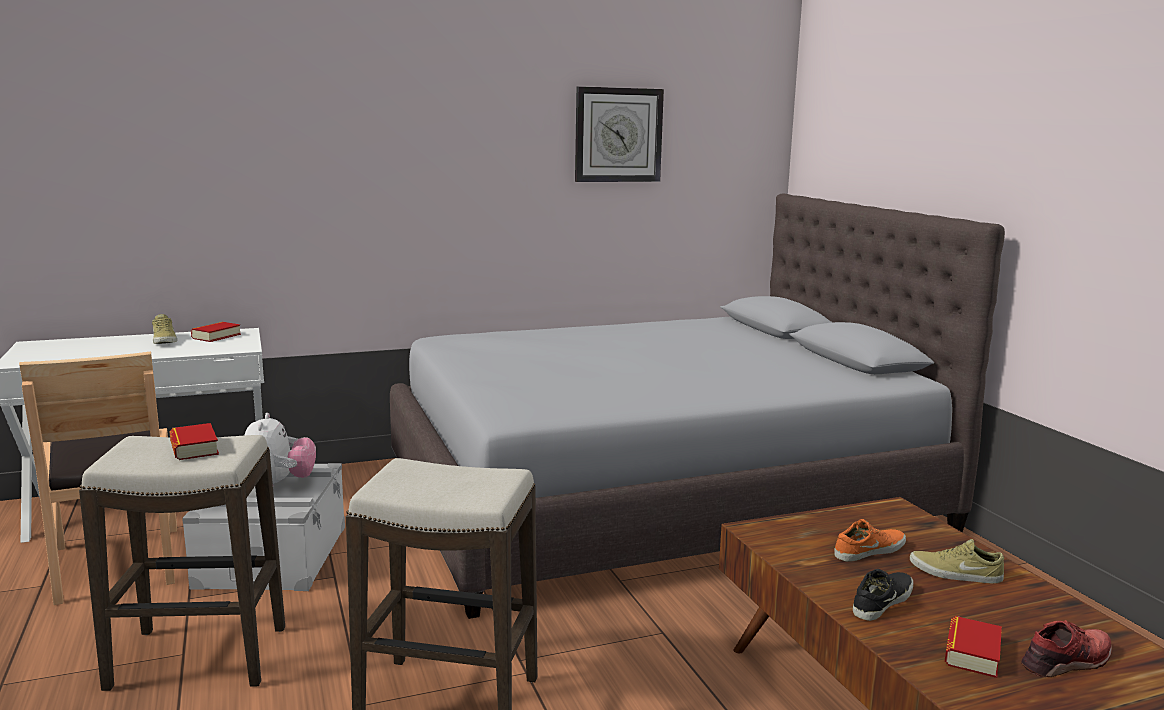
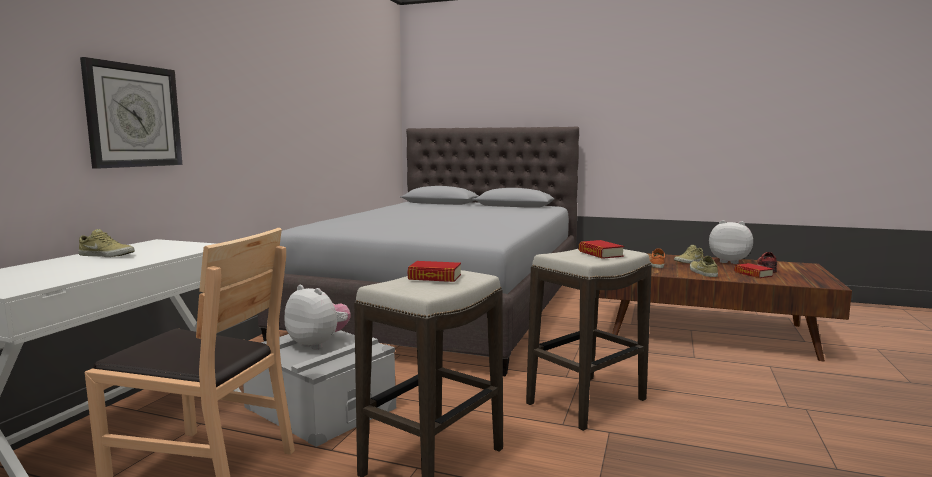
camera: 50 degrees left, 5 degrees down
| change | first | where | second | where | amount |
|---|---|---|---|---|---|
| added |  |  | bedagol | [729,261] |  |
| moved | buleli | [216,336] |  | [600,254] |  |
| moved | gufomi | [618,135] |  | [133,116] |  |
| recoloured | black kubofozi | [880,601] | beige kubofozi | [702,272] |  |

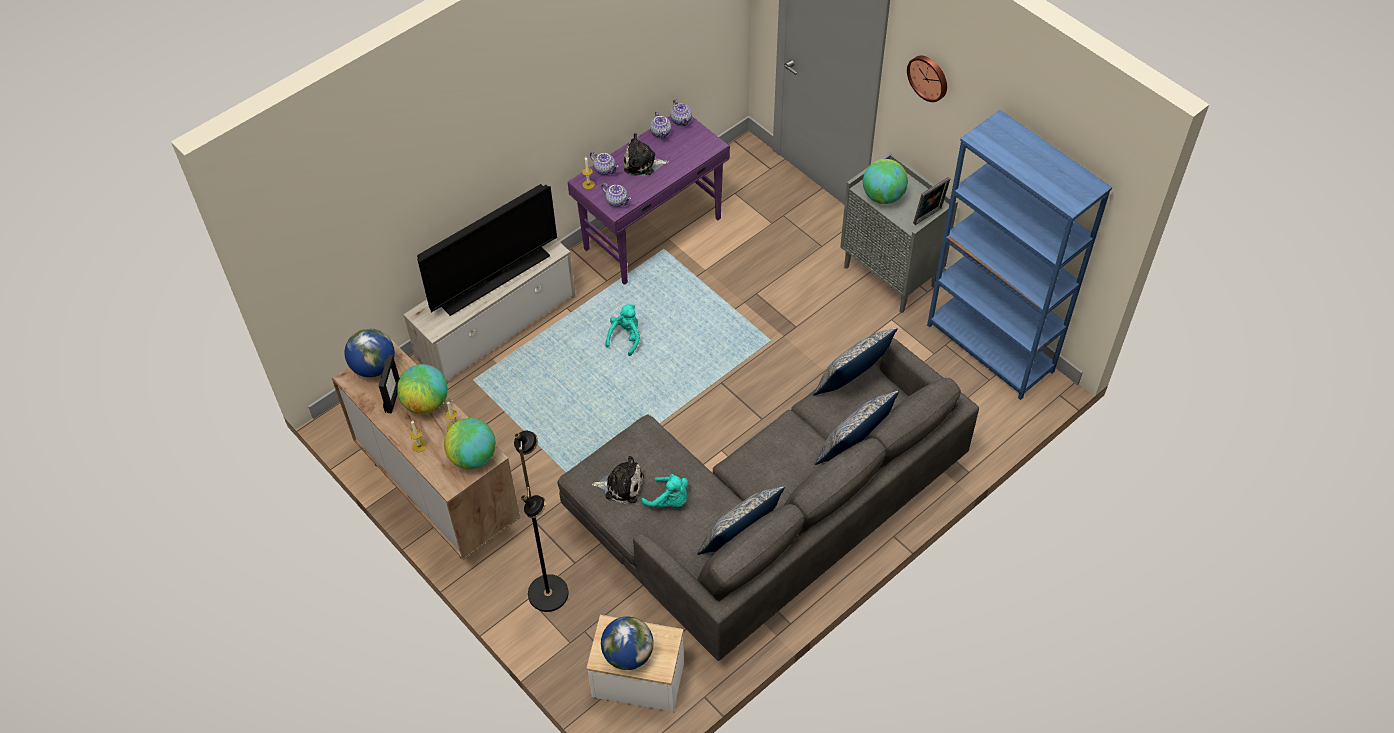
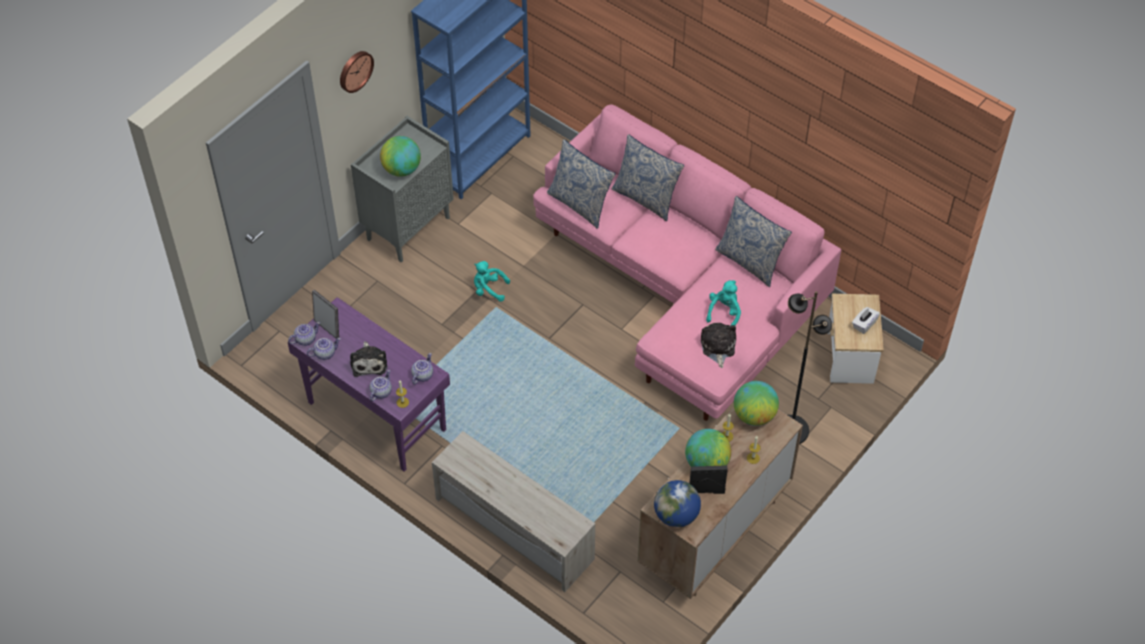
camera: 100 degrees left, 0 degrees up
| change | first | where | second | where | amount |
|---|---|---|---|---|---|
| removed | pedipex | [494,279] |  |  |  |
| moved | turquoise bedagol | [625,337] |  | [489,289] |  |
| moved | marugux | [928,217] |  | [328,327] |  |
| replaced | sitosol | [628,654] | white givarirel | [864,324] |  |
| recoloured | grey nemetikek | [767,520] | pink nemetikek | [683,289] |  |

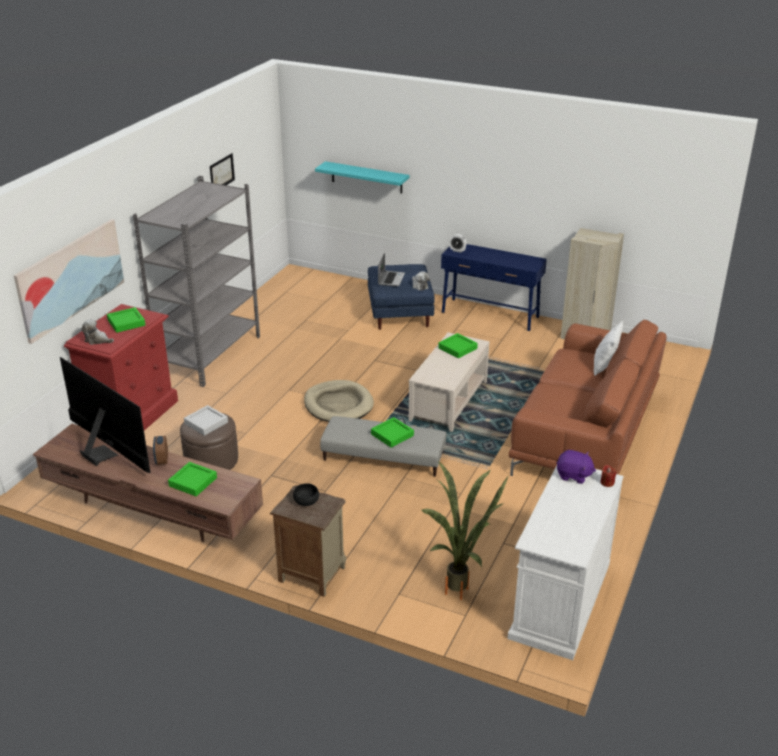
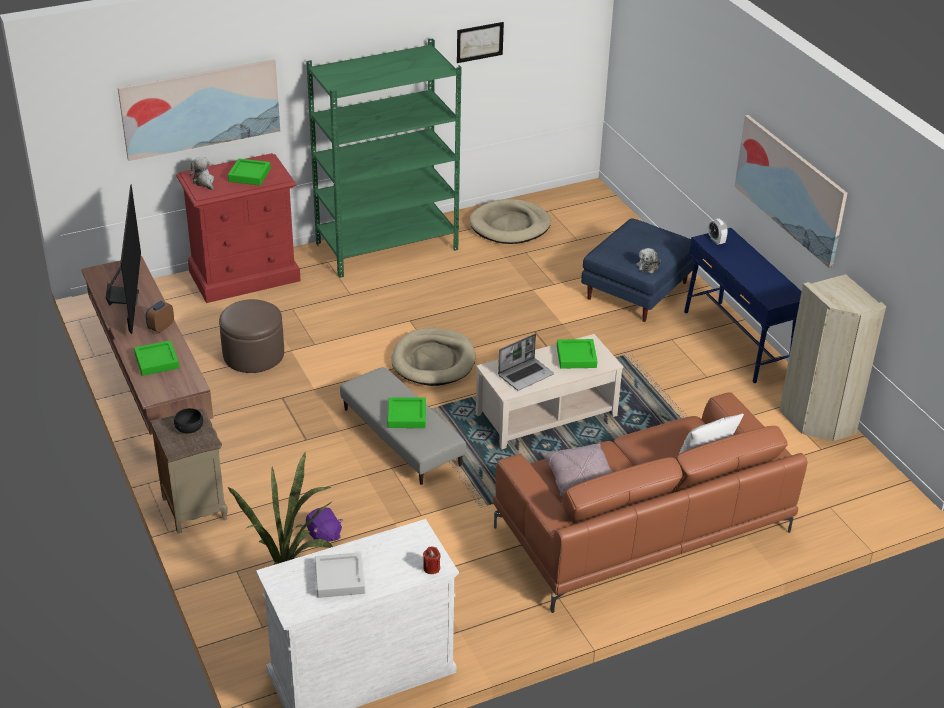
camera: 40 degrees right, 5 degrees up
| change | first | where | second | where | amount |
|---|---|---|---|---|---|
| removed | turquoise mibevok | [366,177] |  |  |  |
| added |  |  | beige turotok | [510,225] |  |
| added |  |  | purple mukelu | [579,478] |  |
| added |  |  | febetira | [789,189] |  |
| moved | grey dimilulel | [206,423] |  | [340,578] |  |
| moved | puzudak | [391,279] |  | [526,374] |  |
| moved | purple bedagol | [573,475] |  | [323,535] |  |
| recoloured | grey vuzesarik | [209,355] | green vuzesarik | [387,246] |  |

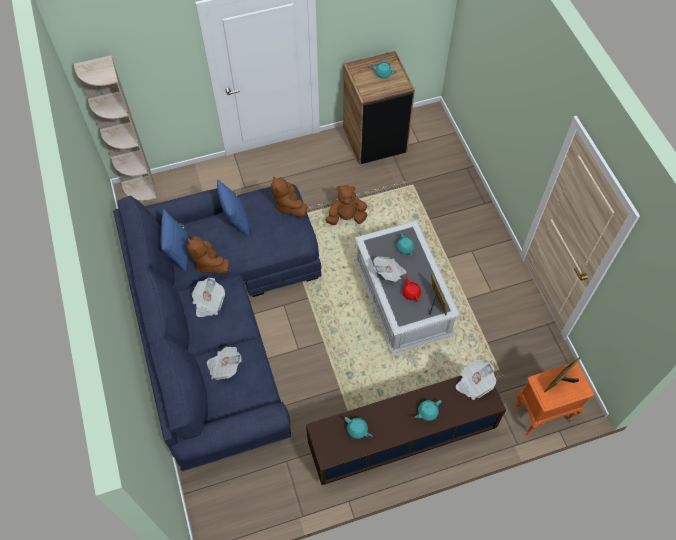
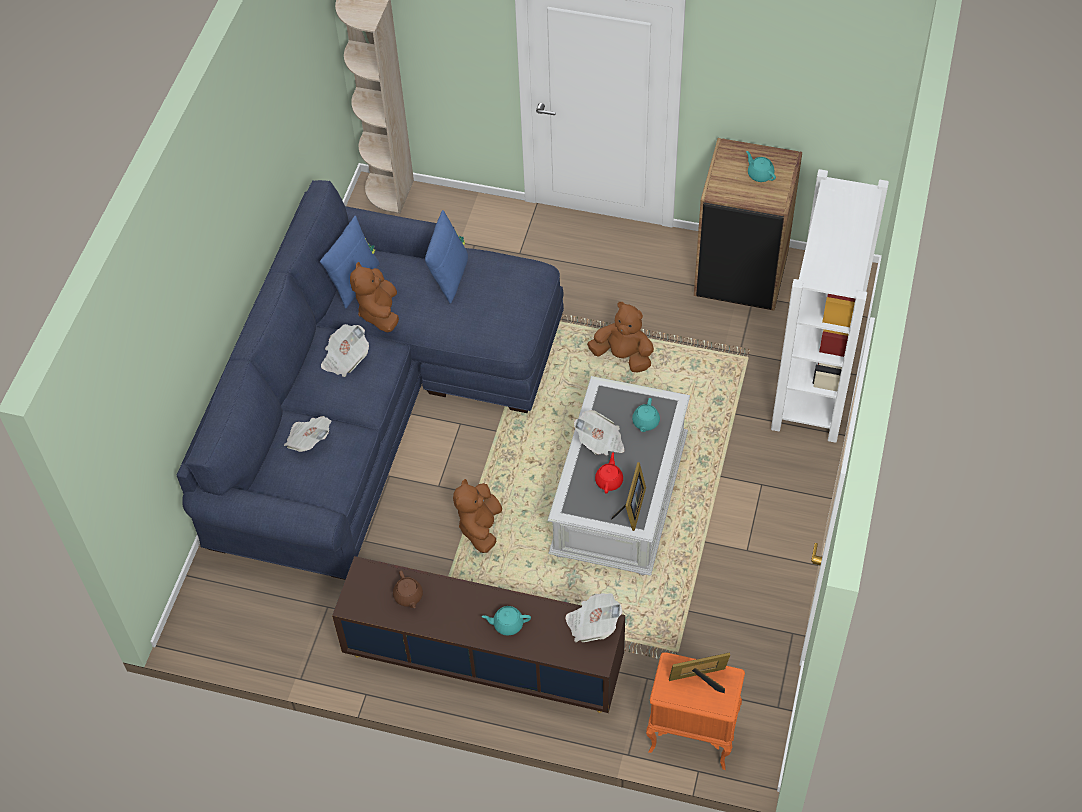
camera: 35 degrees right, 5 degrees down
| change | first | where | second | where | amount |
|---|---|---|---|---|---|
| added |  |  | white vuzesarik | [815,379] |  |
| moved | brown bedagol | [288,205] |  | [480,527] |  |
| recoloured | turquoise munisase | [357,430] | brown munisase | [408,596] |  |

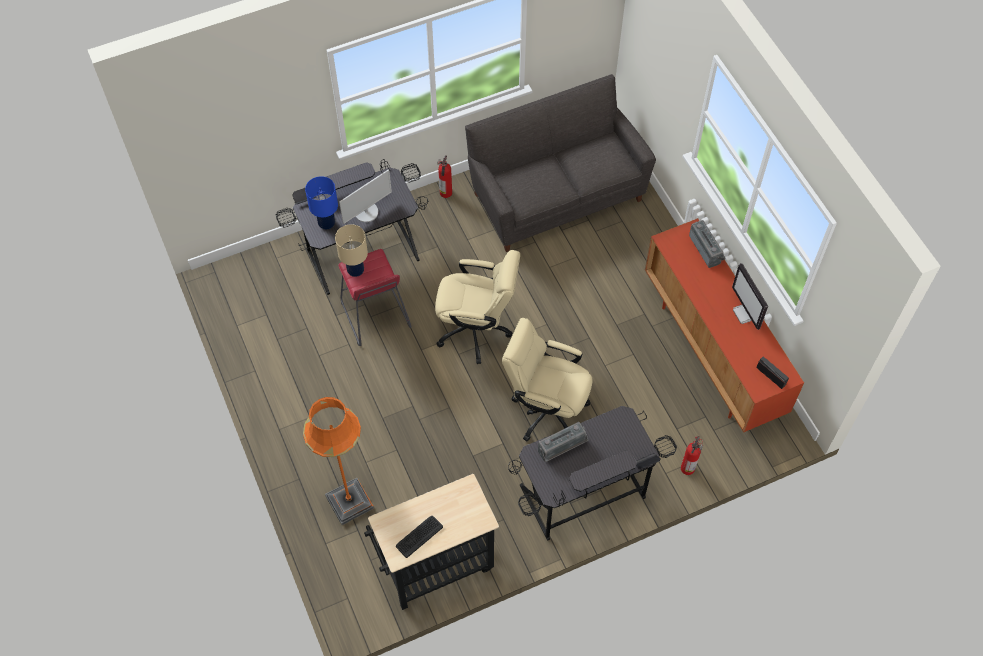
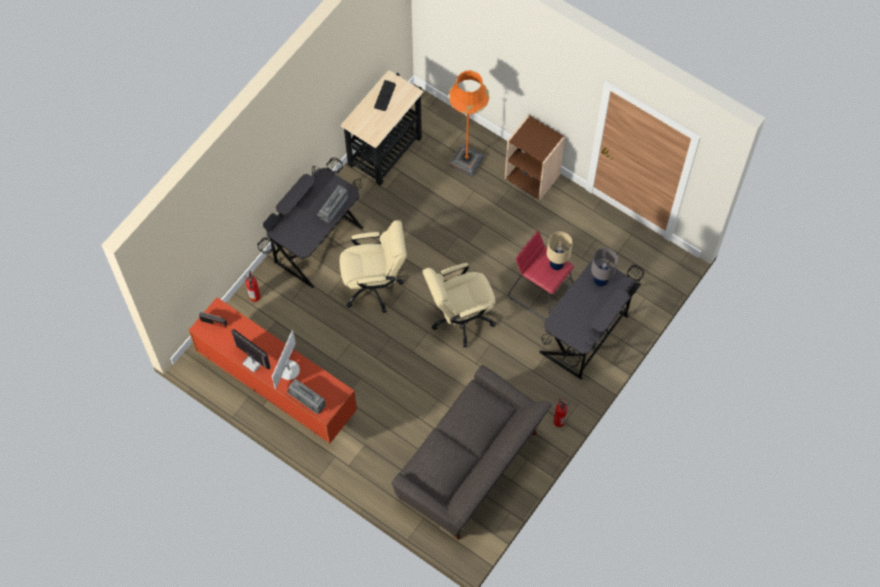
camera: 150 degrees right, 5 degrees up
| change | first | where | second | where | amount |
|---|---|---|---|---|---|
| added |  |  | brown vuzesarik | [533,176] |  |
| moved | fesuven | [366,212] |  | [288,370] |  |
| recoloured | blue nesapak | [326,224] | grey nesapak | [601,281] |  |

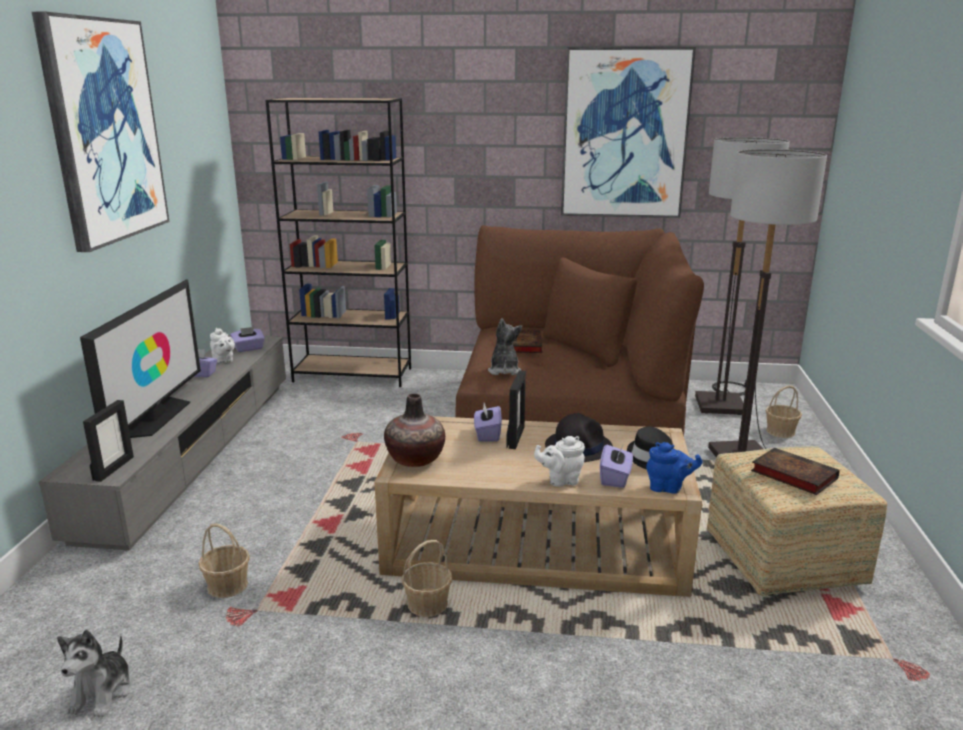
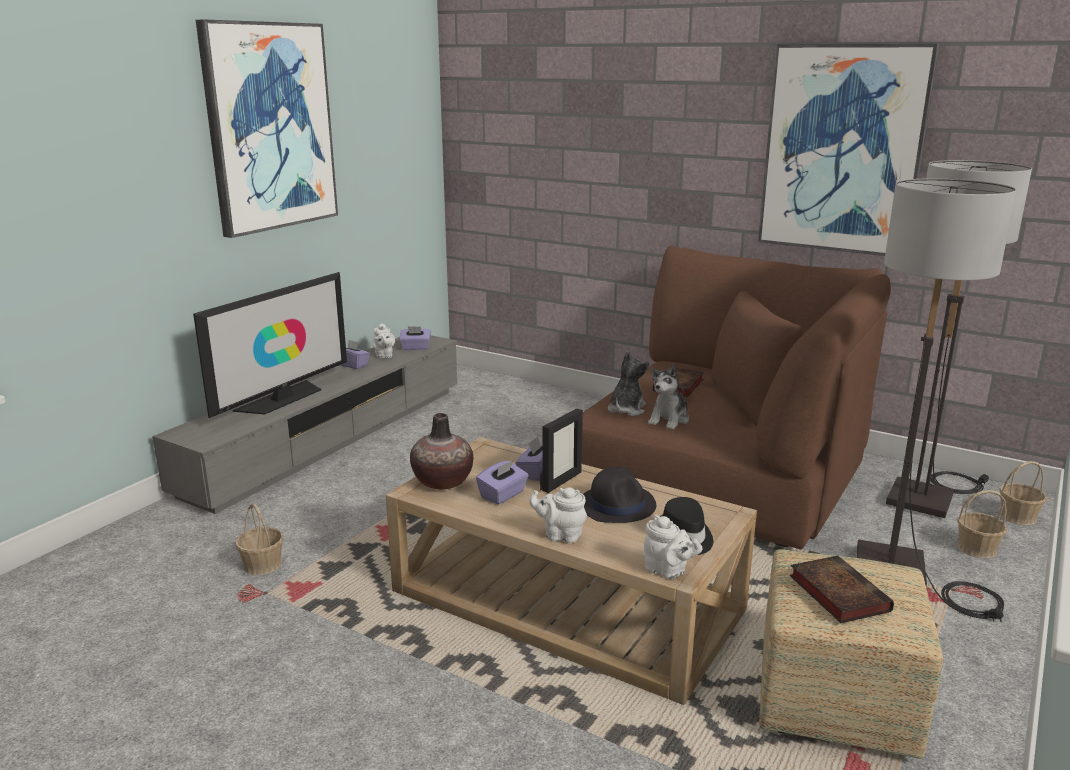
camera: 25 degrees right, 0 degrees up
| change | first | where | second | where | amount |
|---|---|---|---|---|---|
| removed | marugux | [113,468] |  |  |  |
| removed | beige vuzesarik | [353,375] |  |  |  |
| moved | bedagol | [103,693] |  | [669,419] |  |
| moved | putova | [428,604] |  | [1018,517] |  |
| moved | purple givarirel | [615,478] |  | [503,495] |  |
| recoloured | blue munisase | [668,488] | white munisase | [668,571] |  |

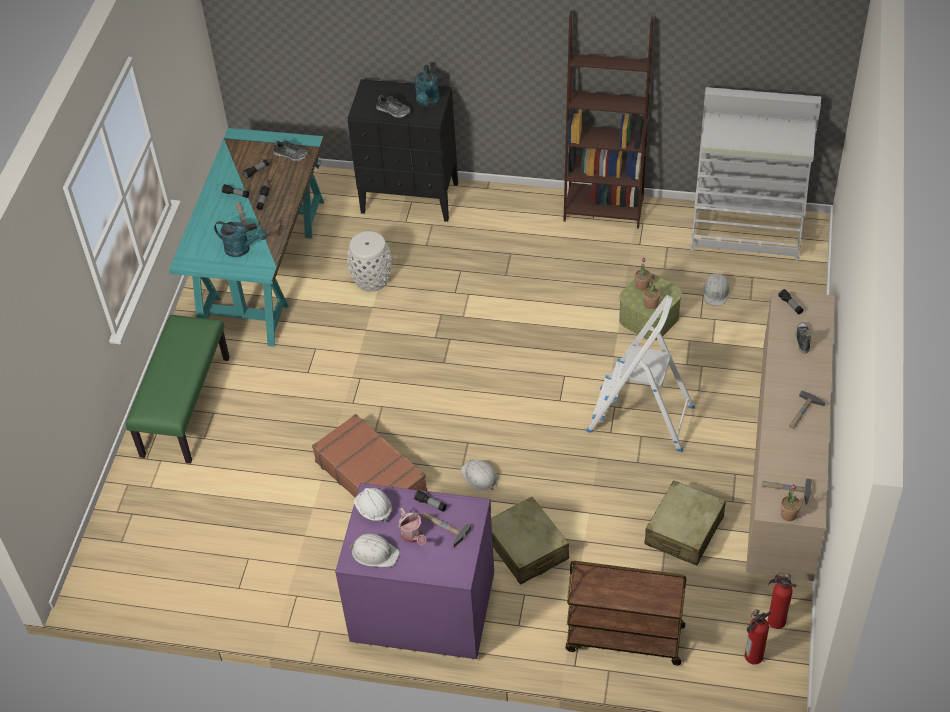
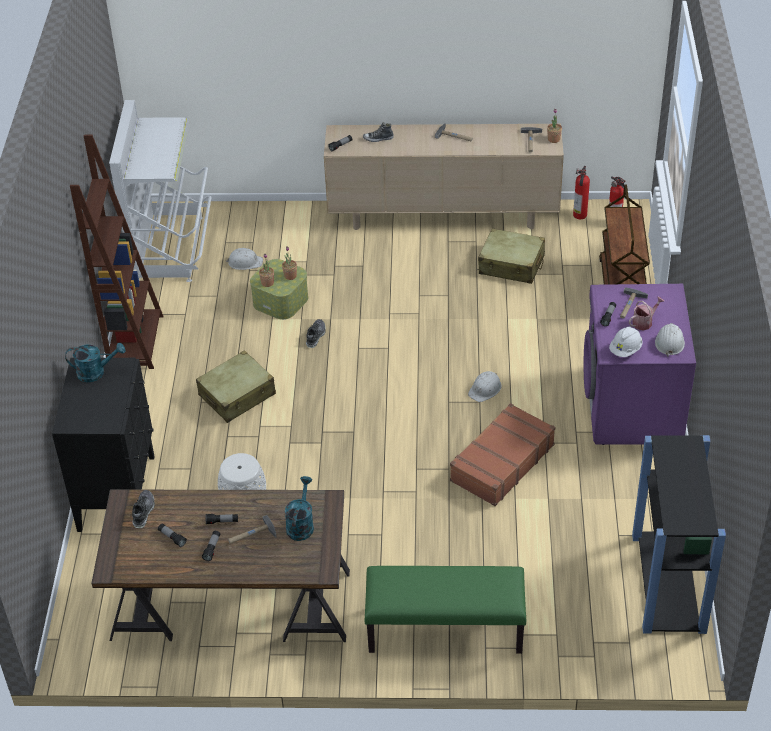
camera: 100 degrees left, 5 degrees down
| change | first | where | second | where | amount |
|---|---|---|---|---|---|
| removed | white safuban | [639,418] |  |  |  |
| added |  |  | black vuzesarik | [668,583] |  |
| moved | kubofozi | [393,111] |  | [315,336] |  |
| moved | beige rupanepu | [527,548] |  | [237,395] |  |
| recoloured | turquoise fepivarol | [262,267] | brown fepivarol | [231,605] |  |

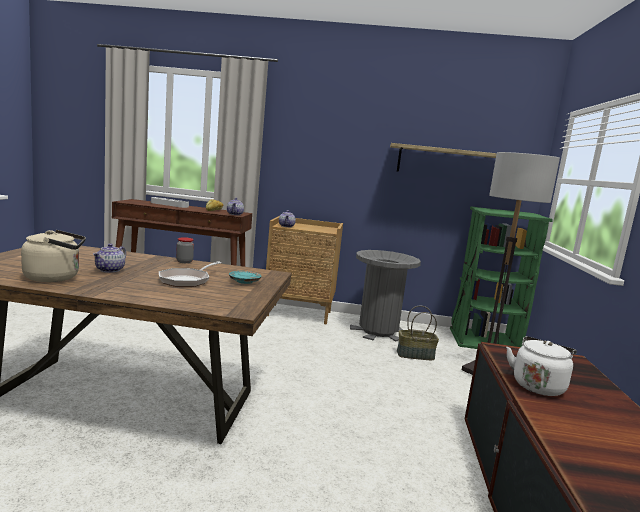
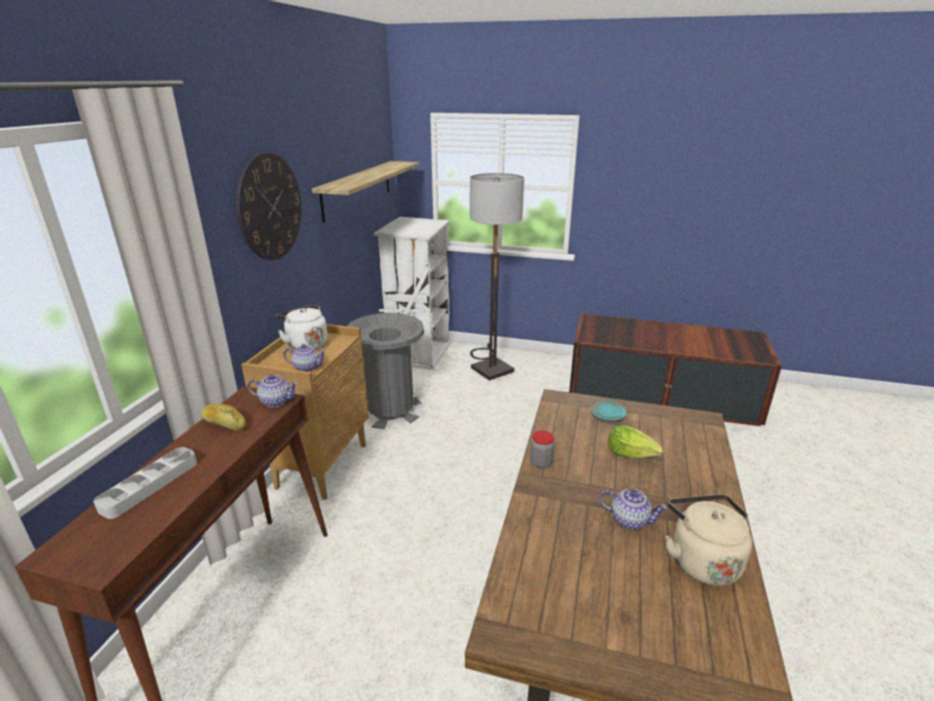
camera: 80 degrees left, 15 degrees up
| change | first | where | second | where | amount |
|---|---|---|---|---|---|
| removed | putova | [415,355] |  |  |  |
| added |  |  | gufomi | [270,207] |  |
| moved | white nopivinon | [538,385] |  | [305,344] |  |
| replaced | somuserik | [187,280] | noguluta | [631,454] |  |
| recoloured | green vuzesarik | [485,341] | white vuzesarik | [418,352] |  |

